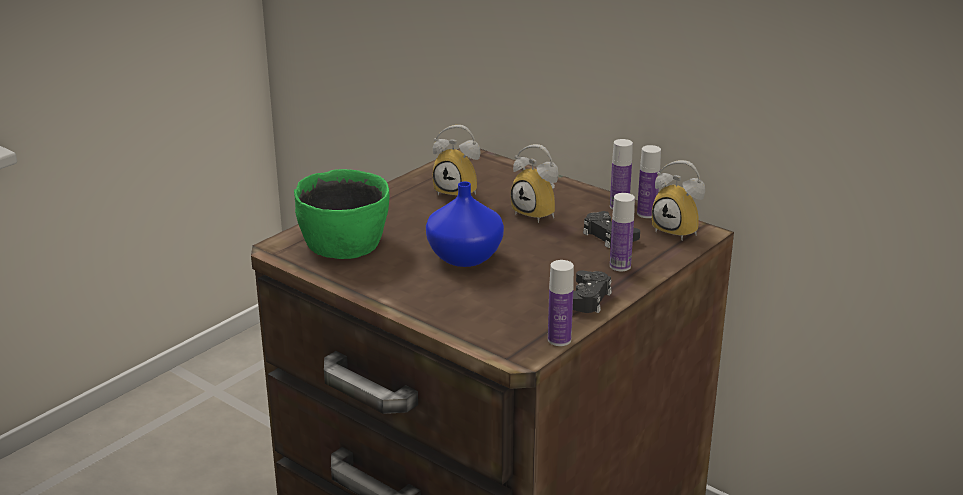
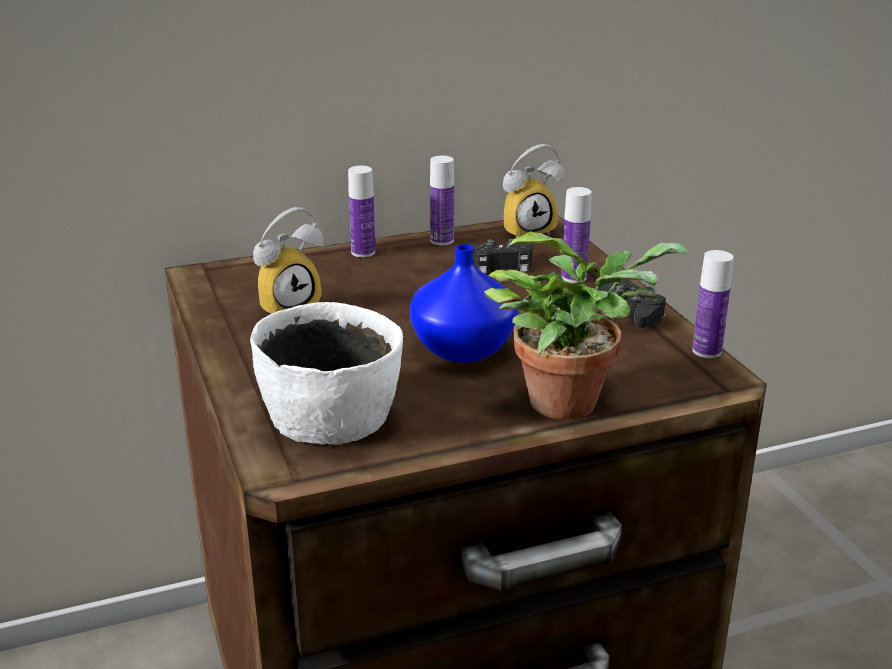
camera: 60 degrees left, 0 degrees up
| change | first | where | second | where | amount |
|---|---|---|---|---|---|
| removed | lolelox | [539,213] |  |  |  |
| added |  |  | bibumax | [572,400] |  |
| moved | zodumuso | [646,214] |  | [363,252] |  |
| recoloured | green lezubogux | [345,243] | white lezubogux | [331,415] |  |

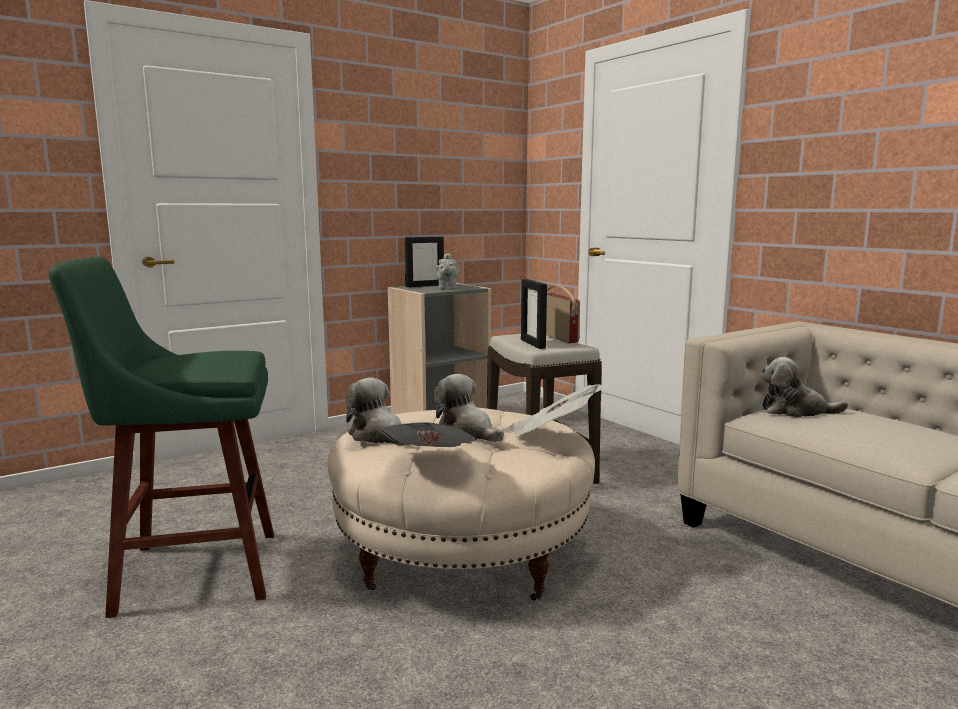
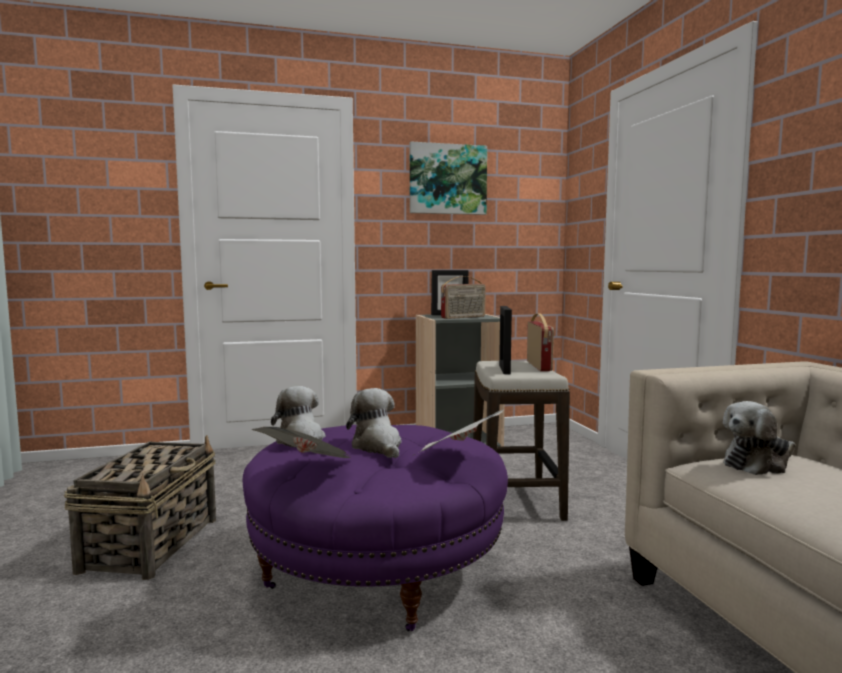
camera: 20 degrees right, 5 degrees down
| change | first | where | second | where | amount |
|---|---|---|---|---|---|
| added |  |  | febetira | [447,179] |  |
| replaced | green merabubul | [193,571] | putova | [152,543] |  |
| replaced | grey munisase | [447,289] | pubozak | [463,317] |  |
| recoloured | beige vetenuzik | [462,553] | purple vetenuzik | [377,569] |  |
| turned | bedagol | [795,411] |  | [758,464] | 60 degrees counterclockwise |

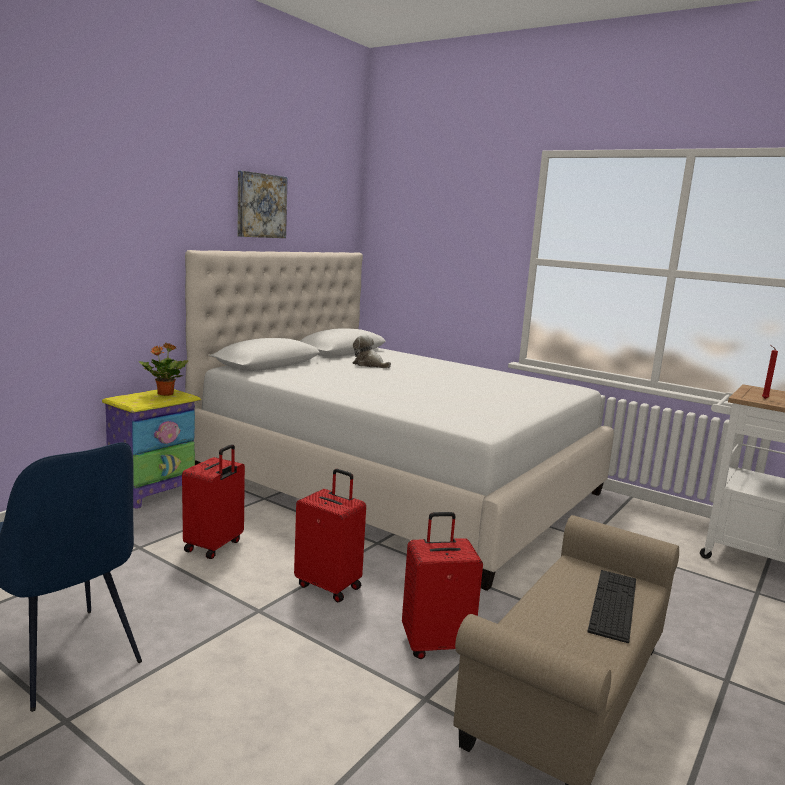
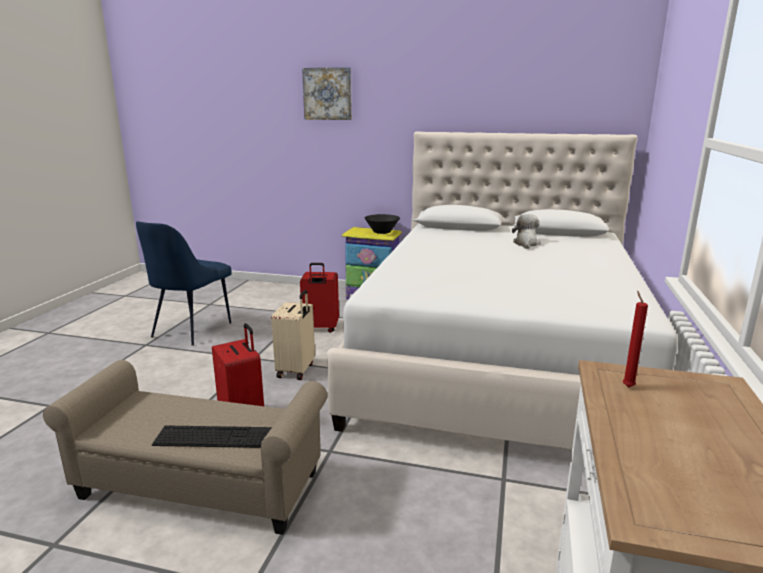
camera: 70 degrees right, 5 degrees up
| change | first | where | second | where | amount |
|---|---|---|---|---|---|
| moved | febetira | [261,205] |  | [327,94] |  |
| replaced | bibumax | [165,394] | black lezubogux | [382,232] |  |
| recoloured | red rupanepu | [329,586] | beige rupanepu | [297,370] |  |

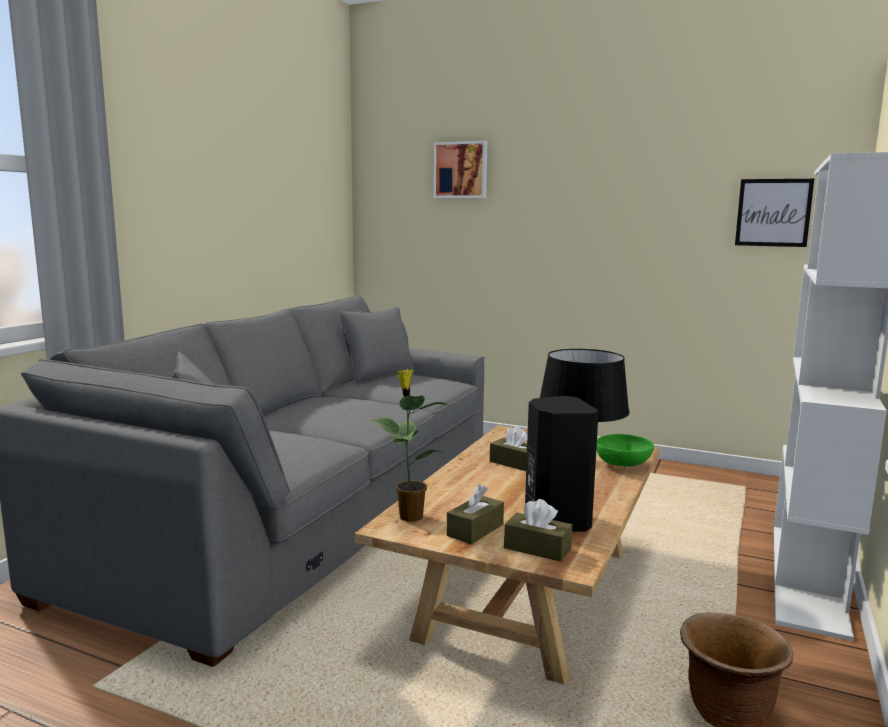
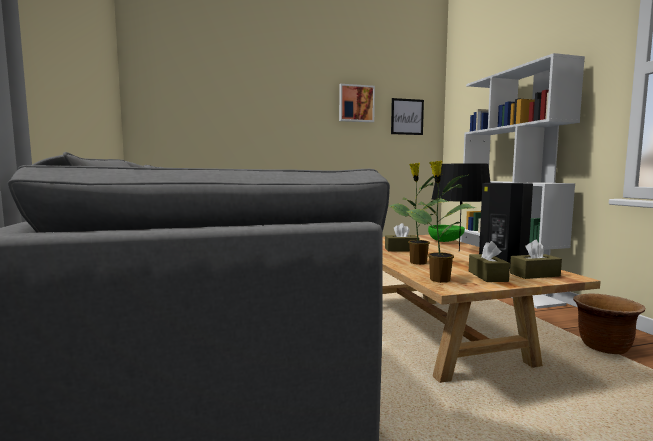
camera: 40 degrees left, 5 degrees down
| change | first | where | second | where | amount |
|---|---|---|---|---|---|
| added |  |  | bibumax | [417,262] |  |
| moved | febetira | [461,170] |  | [356,103] |  |

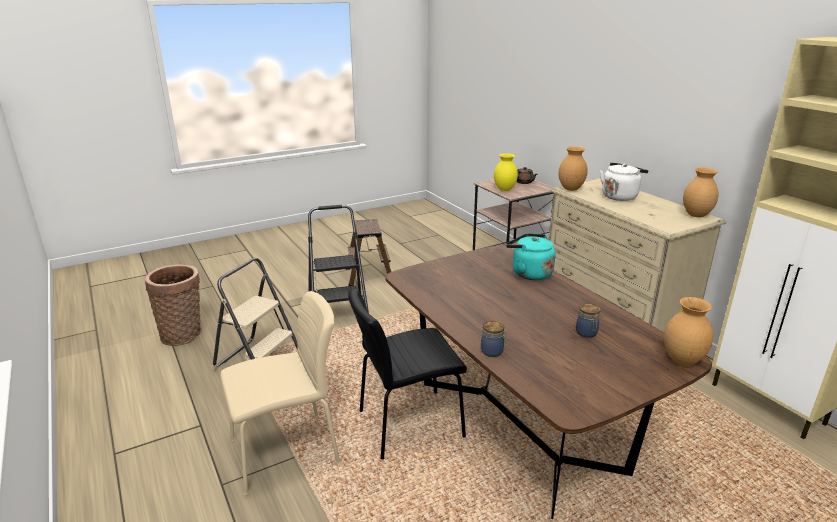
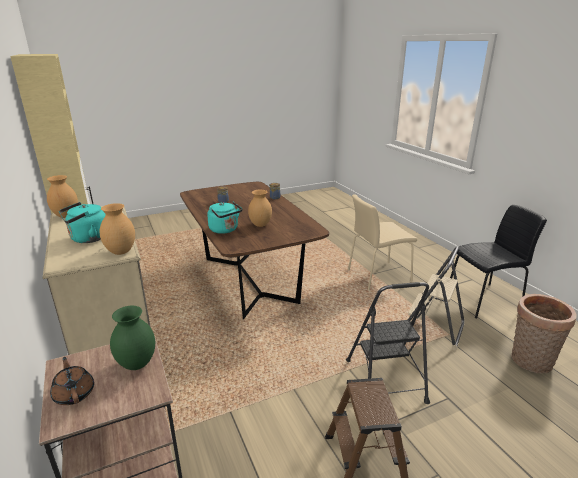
camera: 175 degrees left, 0 degrees up
| change | first | where | second | where | amount |
|---|---|---|---|---|---|
| moved | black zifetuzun | [407,425] |  | [485,300] |  |
| moved | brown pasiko | [681,360] |  | [261,225] |  |
| recoloured | yellow pasiko | [505,189] | green pasiko | [136,364] |  |
| recoloured | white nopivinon | [620,196] | turquoise nopivinon | [87,239] |  |

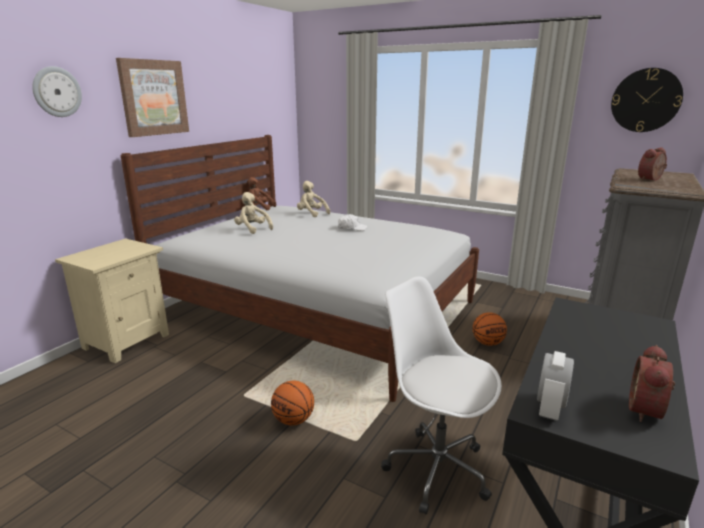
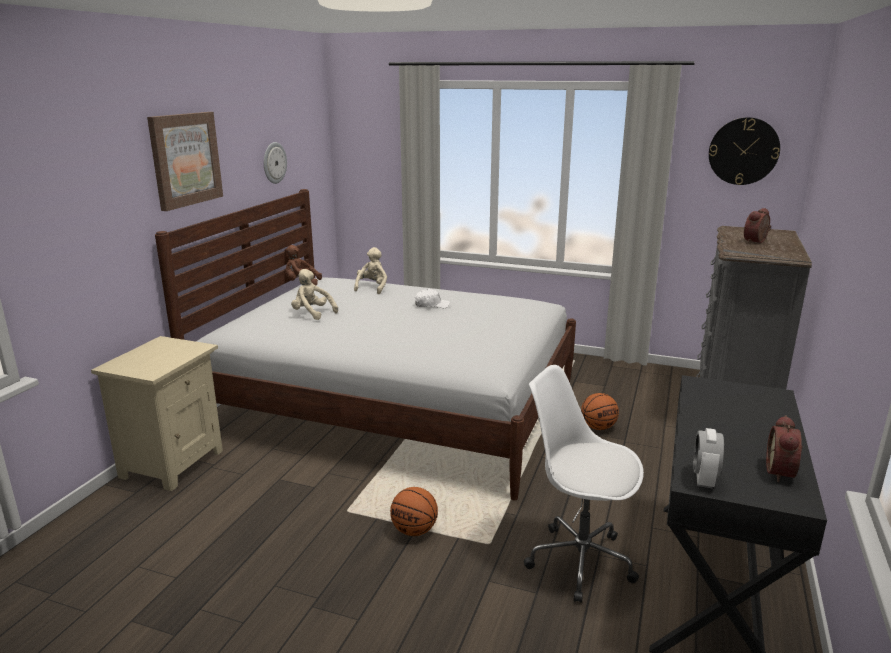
camera: 10 degrees left, 0 degrees up
| change | first | where | second | where | amount |
|---|---|---|---|---|---|
| moved | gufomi | [57,92] |  | [274,162] |  |
| turned | beige bedagol | [311,214] |  | [372,288] | 75 degrees clockwise |

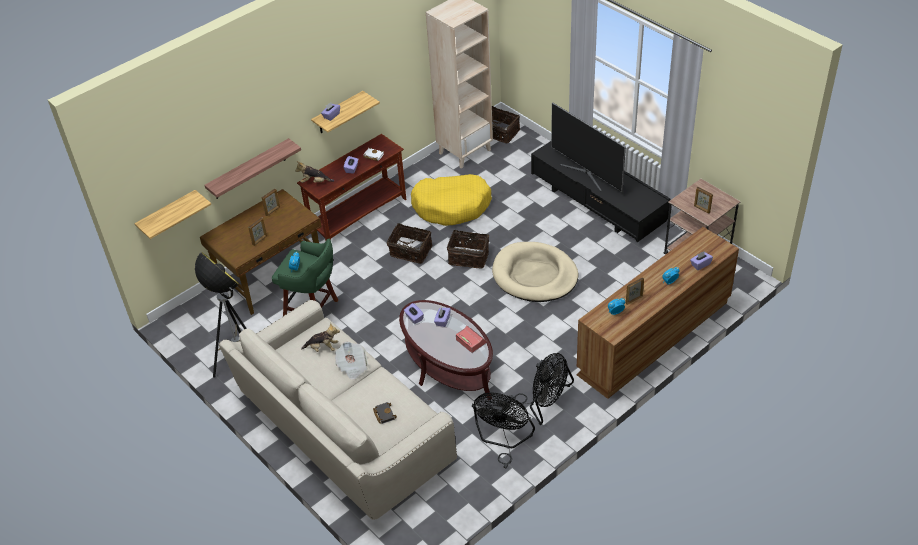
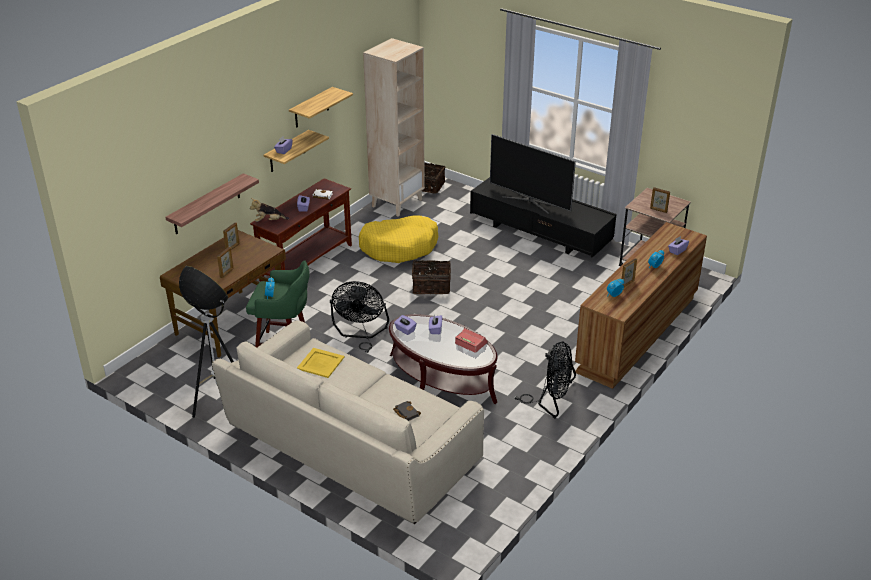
camera: 15 degrees left, 10 degrees down
| change | first | where | second | where | amount |
|---|---|---|---|---|---|
| removed | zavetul | [352,366] |  |  |  |
| removed | putova | [410,252] |  |  |  |
| removed | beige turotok | [535,275] |  |  |  |
| moved | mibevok | [167,215] |  | [311,108] |  |
| moved | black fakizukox | [502,439] |  | [360,333] |  |
| replaced | bedagol | [322,348] | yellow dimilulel | [320,363] |  |

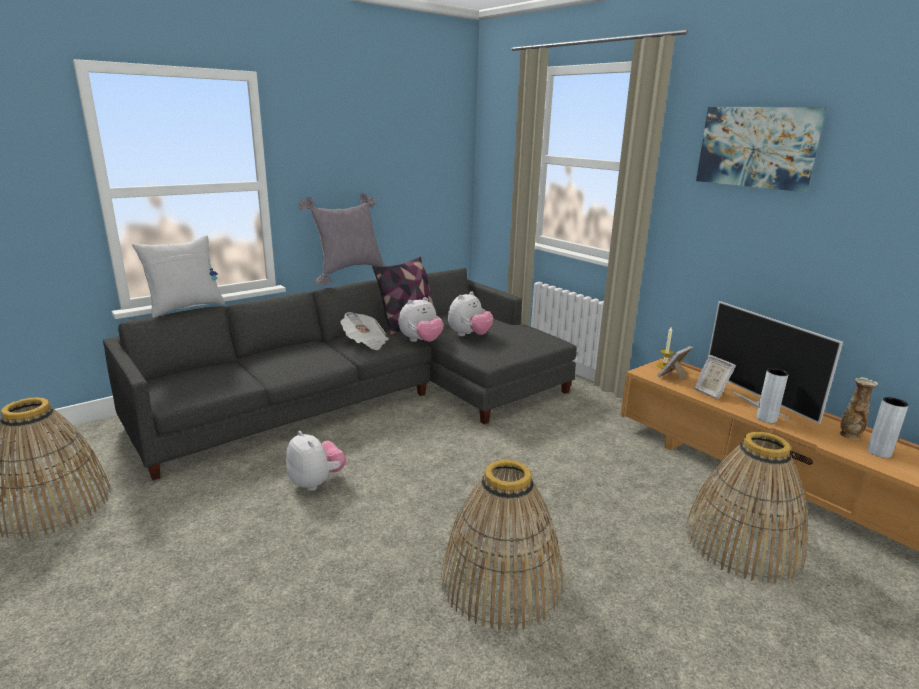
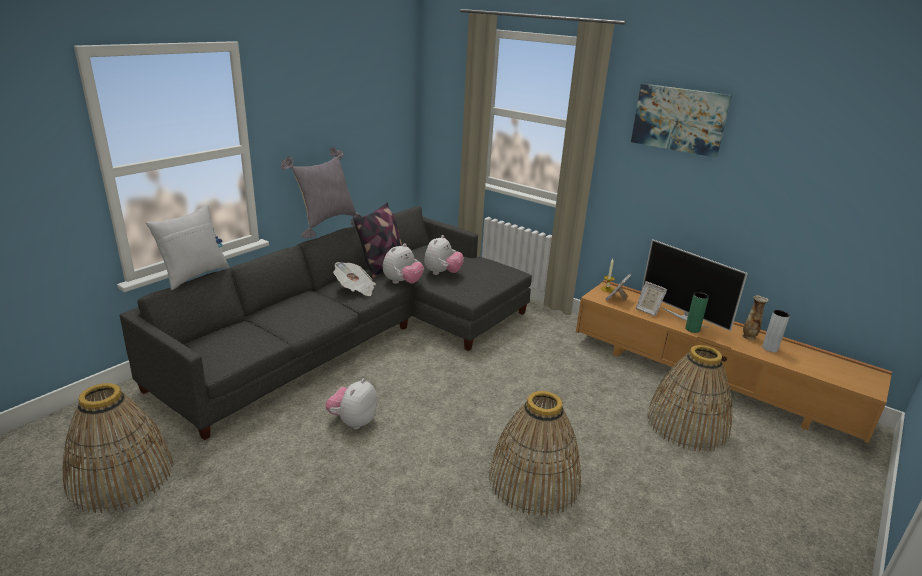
camera: 15 degrees left, 5 degrees up
| change | first | where | second | where | amount |
|---|---|---|---|---|---|
| recoloured | grey pasiko | [766,418] | green pasiko | [692,329] |  |
| turned | bedagol | [316,482] |  | [353,421] | 105 degrees counterclockwise |

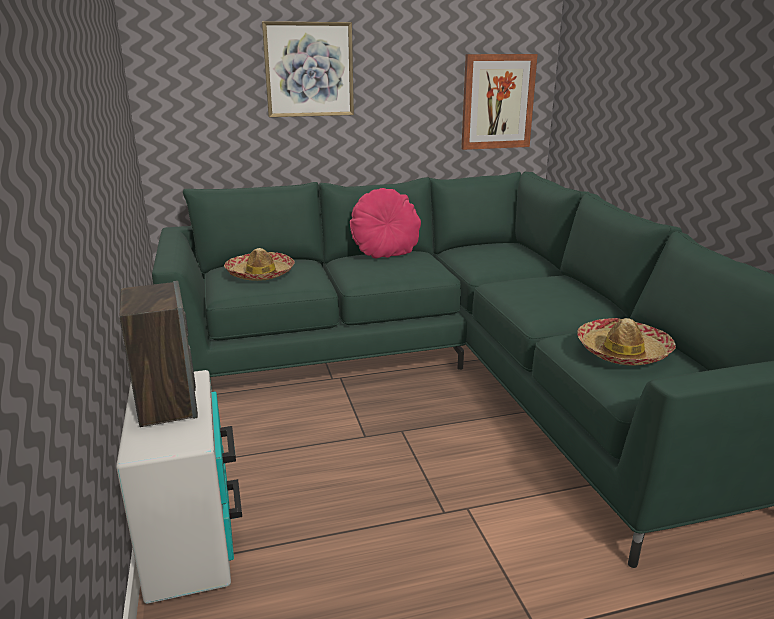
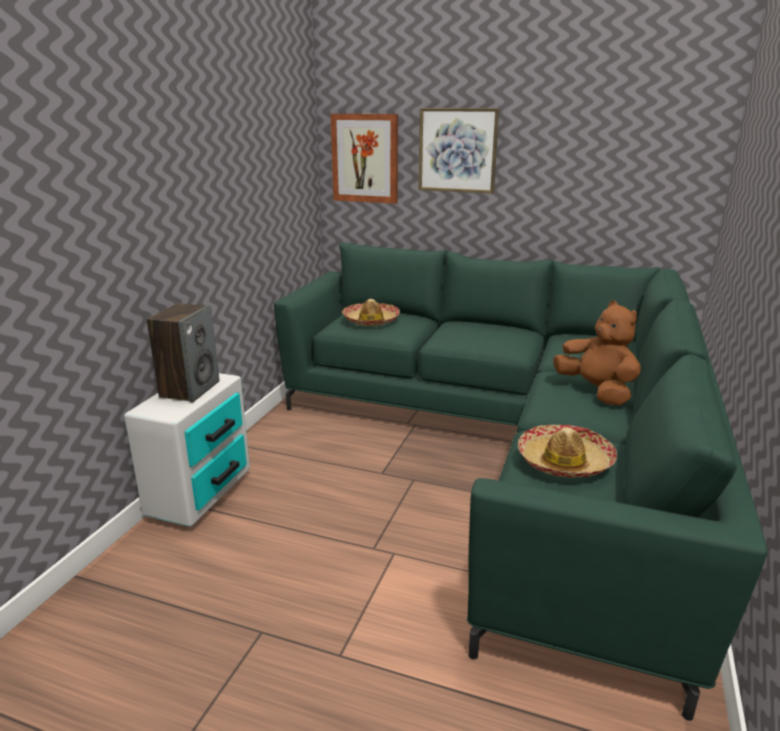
camera: 35 degrees right, 0 degrees up
| change | first | where | second | where | amount |
|---|---|---|---|---|---|
| removed | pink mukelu | [385,255] |  |  |  |
| added |  |  | brown bedagol | [596,391] |  |
| moved | febetira | [497,102] |  | [365,158] |  |

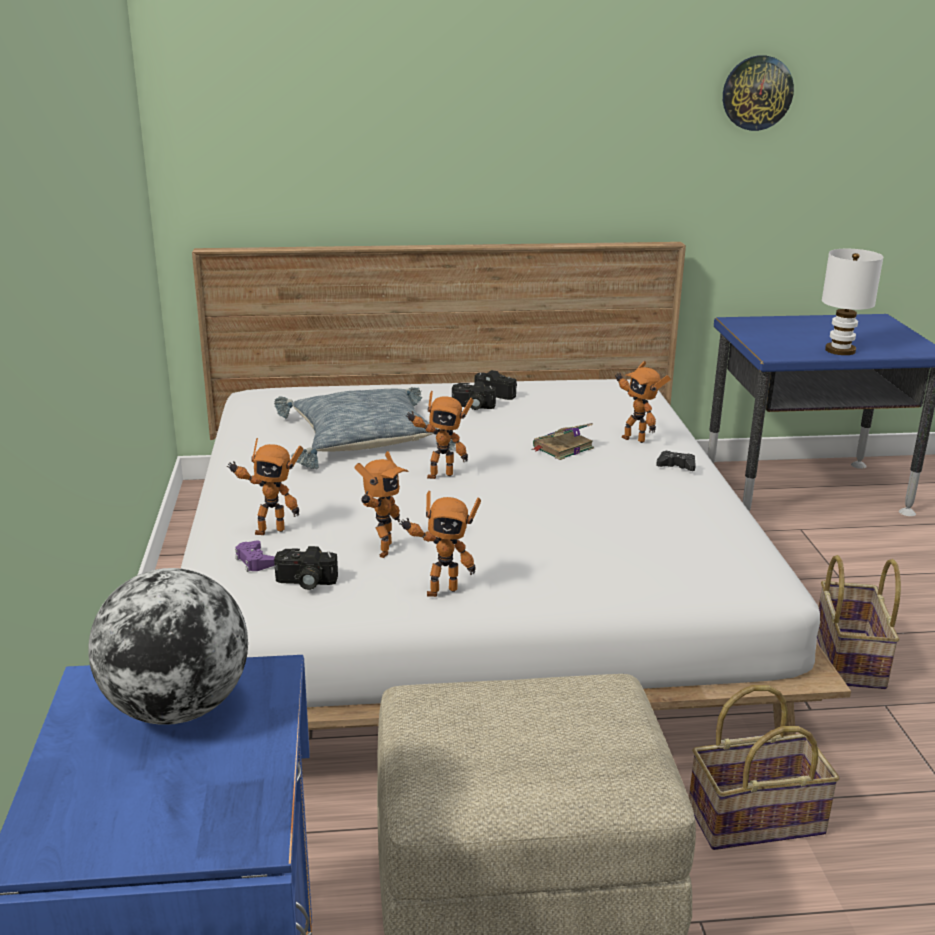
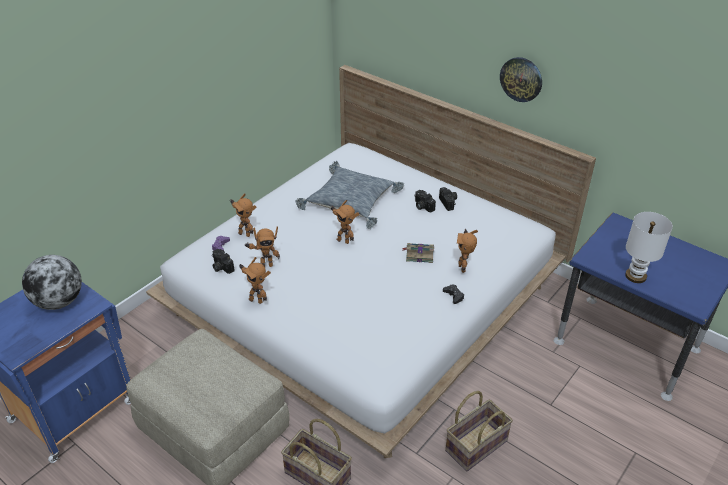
camera: 45 degrees right, 15 degrees up
| change | first | where | second | where | amount |
|---|---|---|---|---|---|
| moved | gufomi | [757,93] |  | [521,79] |  |

